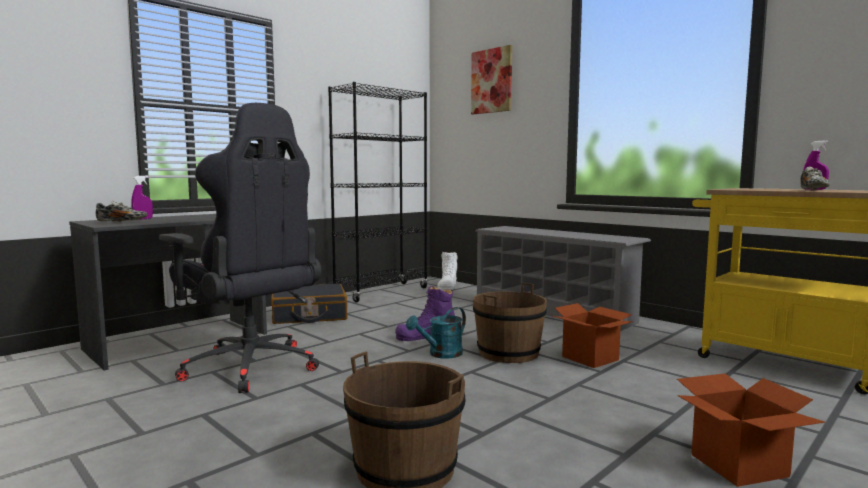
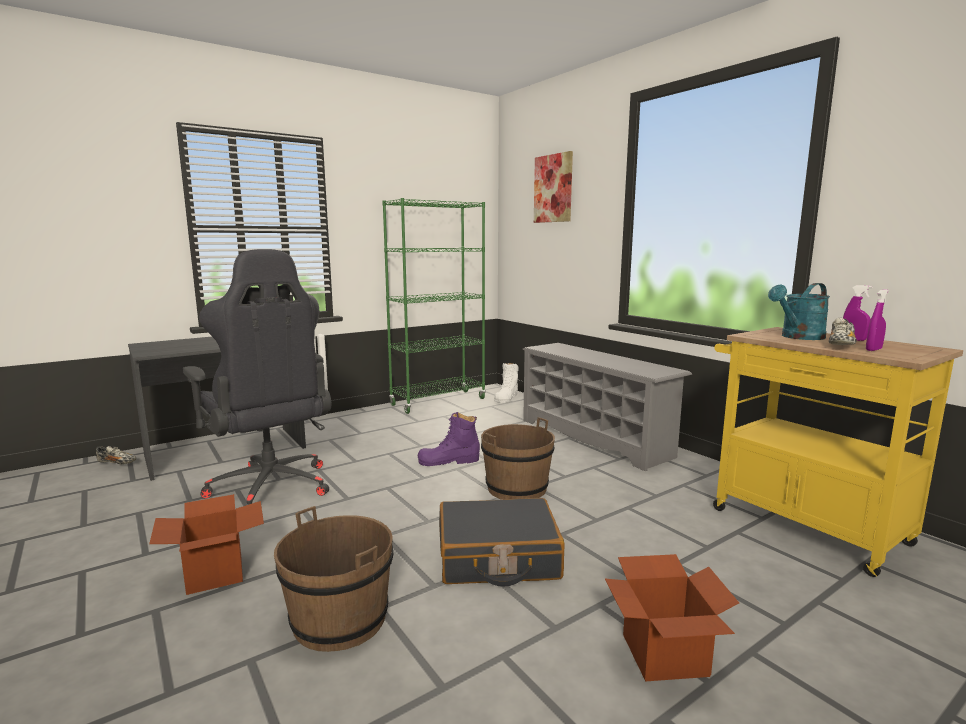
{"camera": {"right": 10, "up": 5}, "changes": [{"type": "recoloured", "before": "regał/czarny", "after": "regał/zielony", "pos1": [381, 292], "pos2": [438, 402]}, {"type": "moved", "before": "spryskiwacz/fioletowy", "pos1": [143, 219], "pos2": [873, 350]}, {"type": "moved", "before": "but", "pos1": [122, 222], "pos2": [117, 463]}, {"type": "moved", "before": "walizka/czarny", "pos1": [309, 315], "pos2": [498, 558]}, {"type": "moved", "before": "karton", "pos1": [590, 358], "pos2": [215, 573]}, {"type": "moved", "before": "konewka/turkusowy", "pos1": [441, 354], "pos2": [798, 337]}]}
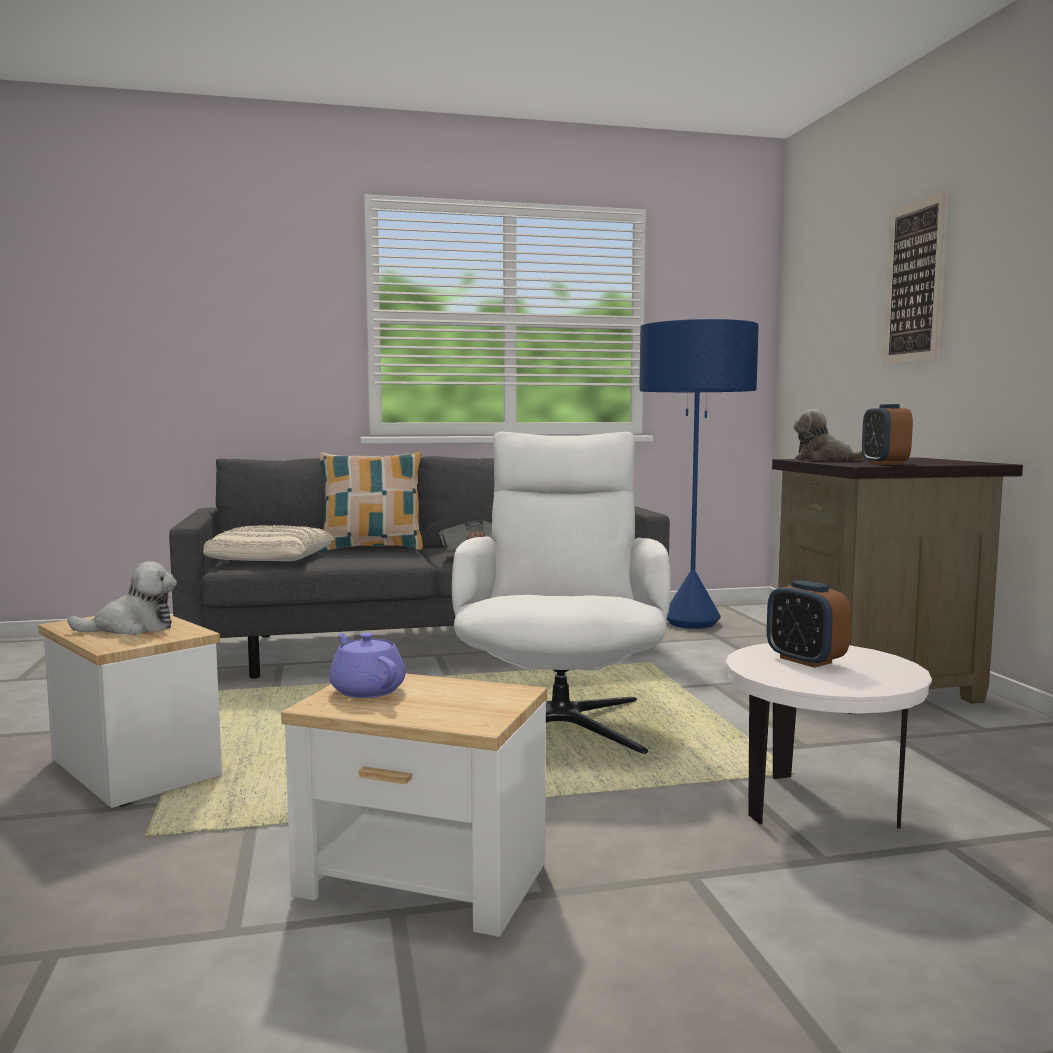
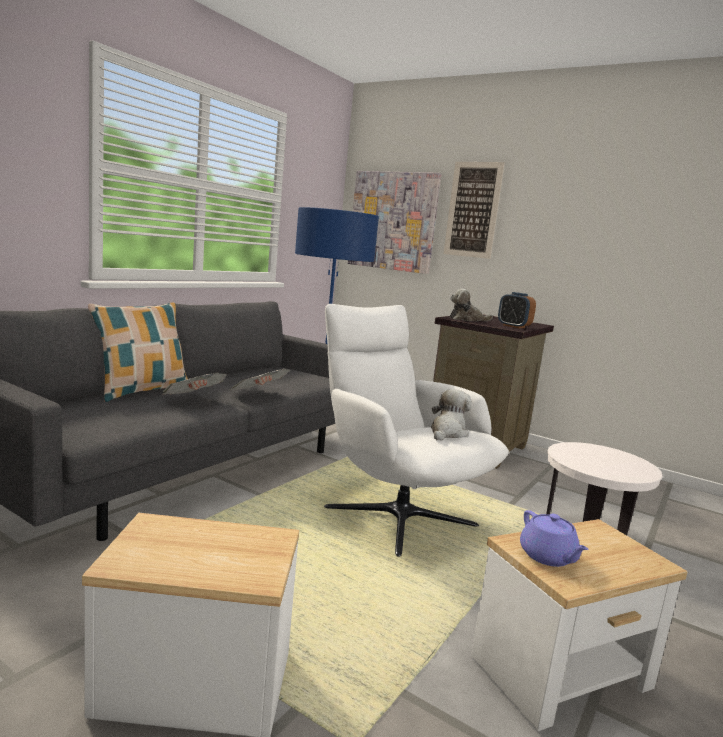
{"camera": {"right": -45, "up": 5}, "changes": [{"type": "removed", "before": "poduszka/beżowy", "pos1": [271, 559]}, {"type": "moved", "before": "pluszak", "pos1": [132, 628], "pos2": [447, 433]}, {"type": "removed", "before": "budzik", "pos1": [805, 660]}, {"type": "turned", "before": "imbryk/fioletowy", "pos1": [366, 690], "pos2": [548, 557], "turn": -120}, {"type": "added", "after": "obraz", "pos2": [393, 221]}, {"type": "added", "after": "gazeta", "pos2": [193, 401]}]}
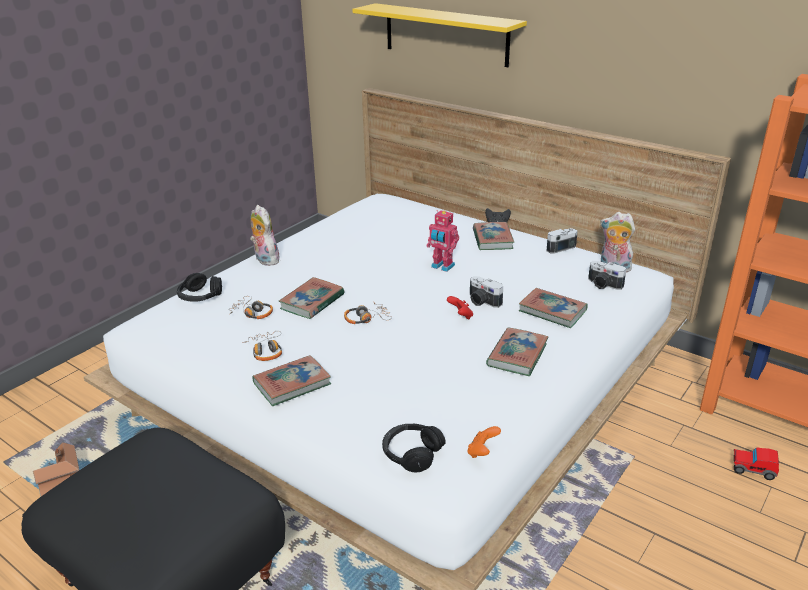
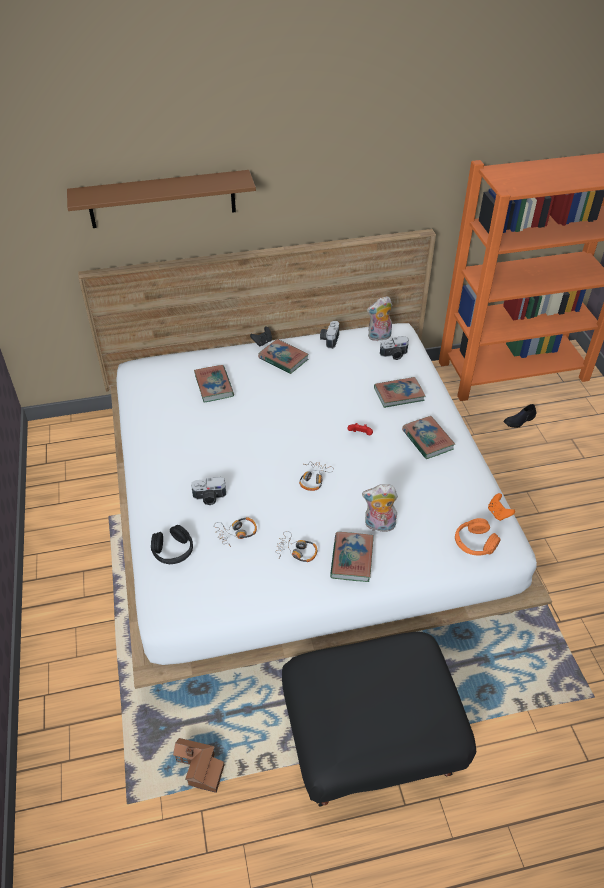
{"camera": {"right": -50, "up": 15}, "changes": [{"type": "recoloured", "before": "półka/żółty", "after": "półka/brązowy", "pos1": [445, 34], "pos2": [162, 199]}, {"type": "moved", "before": "pluszak", "pos1": [265, 260], "pos2": [379, 526]}, {"type": "removed", "before": "robot zabawkowy", "pos1": [442, 266]}, {"type": "moved", "before": "aparat fotograficzny", "pos1": [482, 302], "pos2": [209, 498]}, {"type": "moved", "before": "książka", "pos1": [312, 302], "pos2": [214, 386]}, {"type": "recoloured", "before": "słuchawki/czarny", "after": "słuchawki/pomarańczowy", "pos1": [411, 453], "pos2": [474, 543]}, {"type": "replaced", "before": "samochodzik", "after": "but/czarny", "pos1": [752, 470], "pos2": [519, 420]}]}
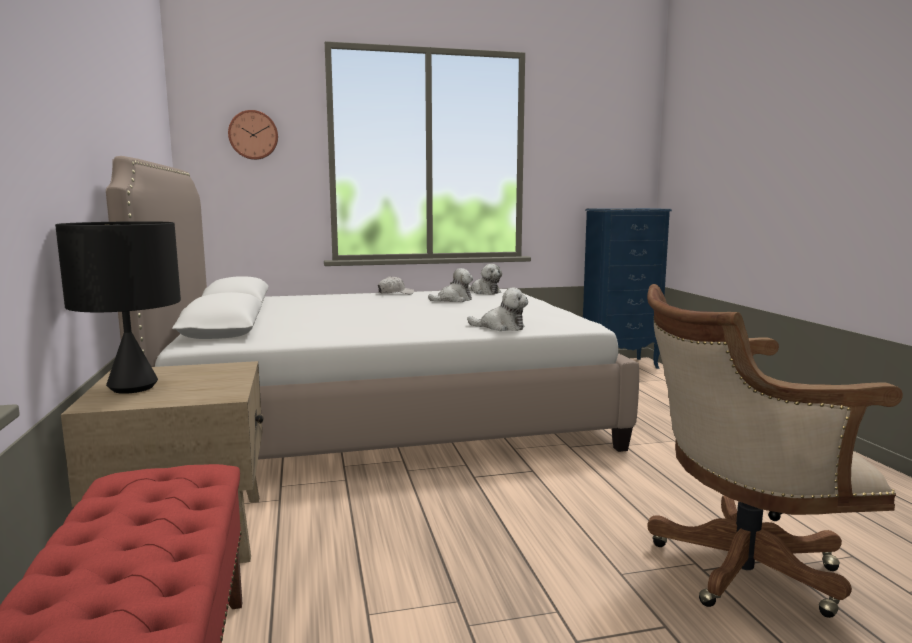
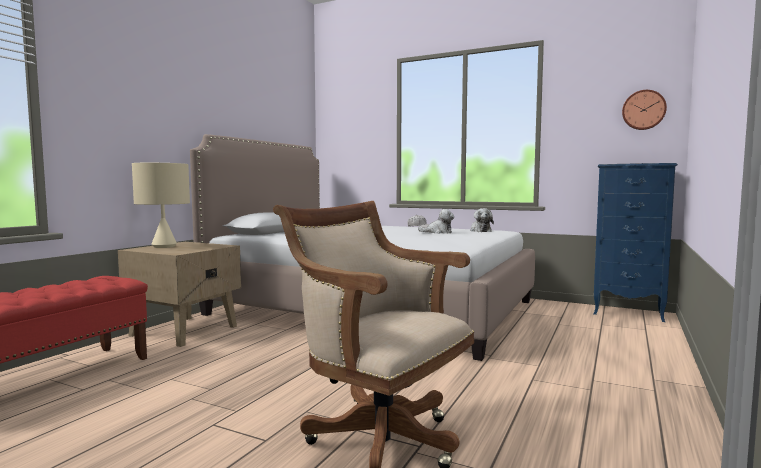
{"camera": {"right": 40, "up": -5}, "changes": [{"type": "moved", "before": "zegar ścienny", "pos1": [253, 135], "pos2": [643, 110]}, {"type": "recoloured", "before": "lampa stołowa/czarny", "after": "lampa stołowa/beżowy", "pos1": [133, 388], "pos2": [164, 247]}, {"type": "removed", "before": "pluszak", "pos1": [501, 327]}]}
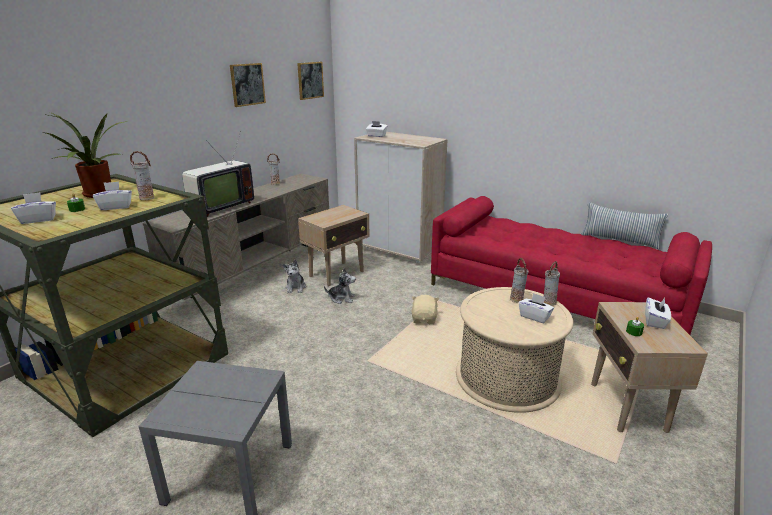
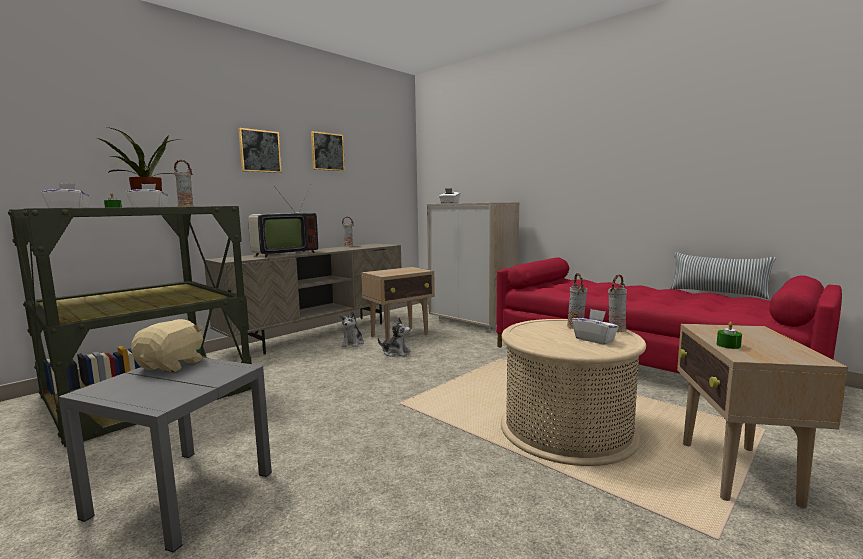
{"camera": {"right": 10, "up": -15}, "changes": [{"type": "moved", "before": "obraz", "pos1": [310, 80], "pos2": [260, 151]}, {"type": "moved", "before": "pluszak/beżowy", "pos1": [424, 319], "pos2": [172, 365]}, {"type": "removed", "before": "pudełko chusteczek/biały", "pos1": [655, 321]}]}
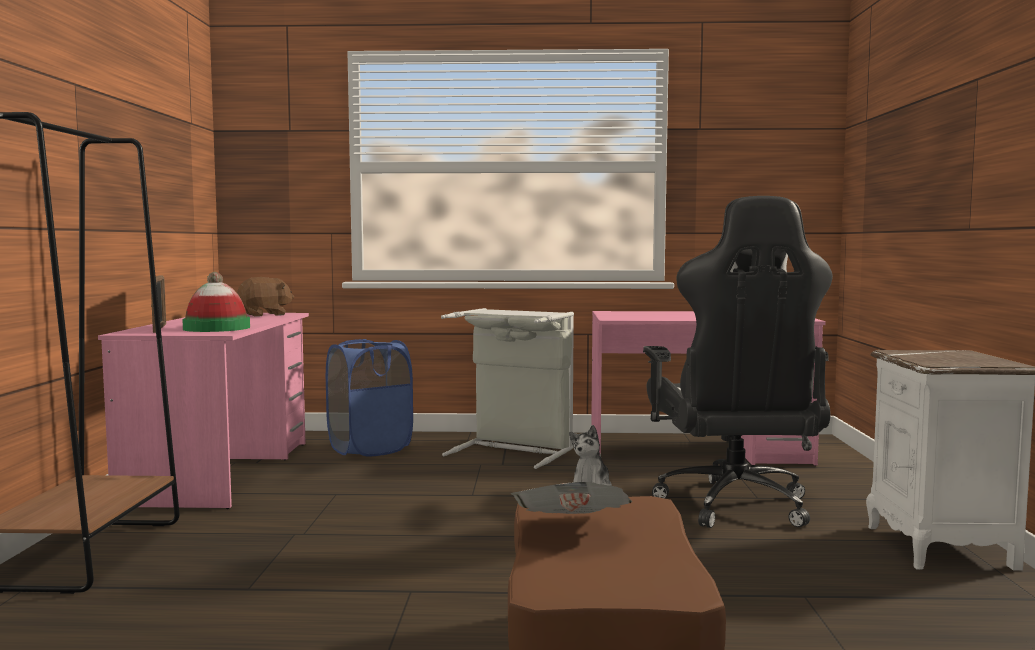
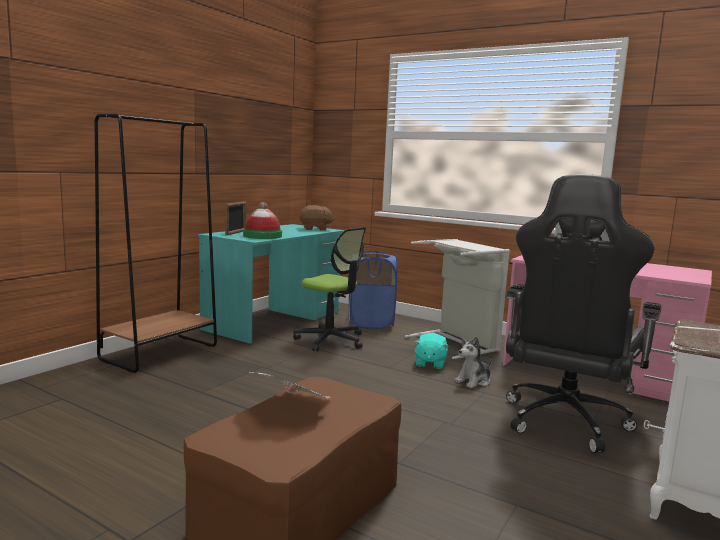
{"camera": {"right": 30, "up": 5}, "changes": [{"type": "recoloured", "before": "biurko/różowy", "after": "biurko/turkusowy", "pos1": [221, 472], "pos2": [274, 321]}, {"type": "added", "after": "krzesło biurowe", "pos2": [330, 340]}, {"type": "added", "after": "pluszak/turkusowy", "pos2": [430, 363]}]}
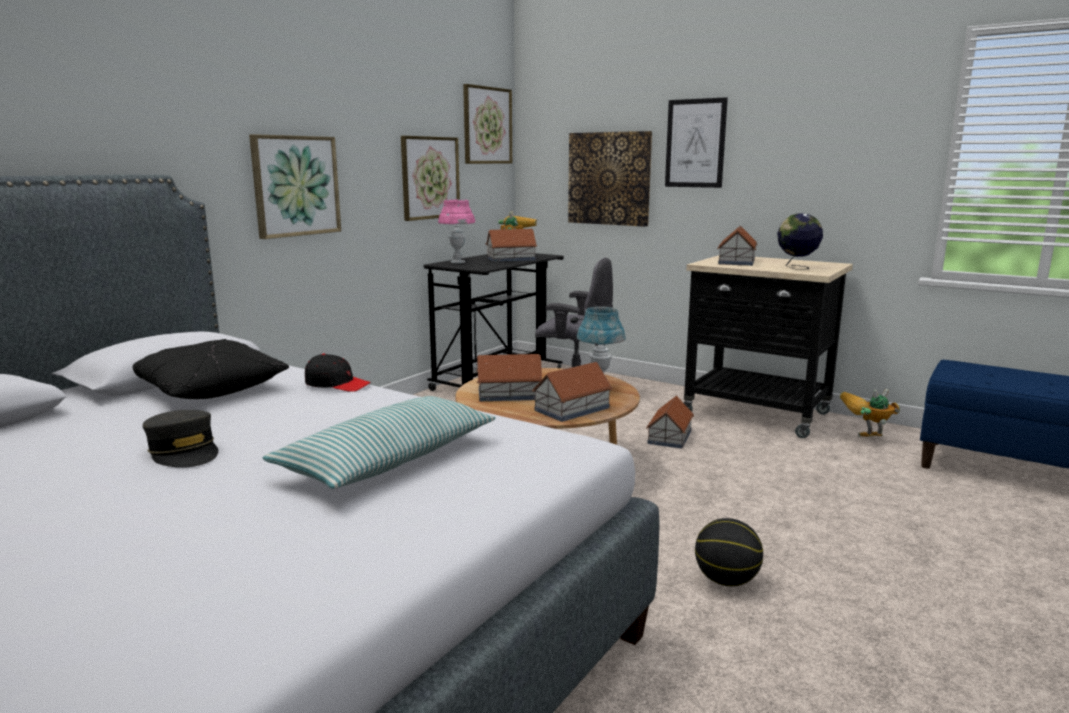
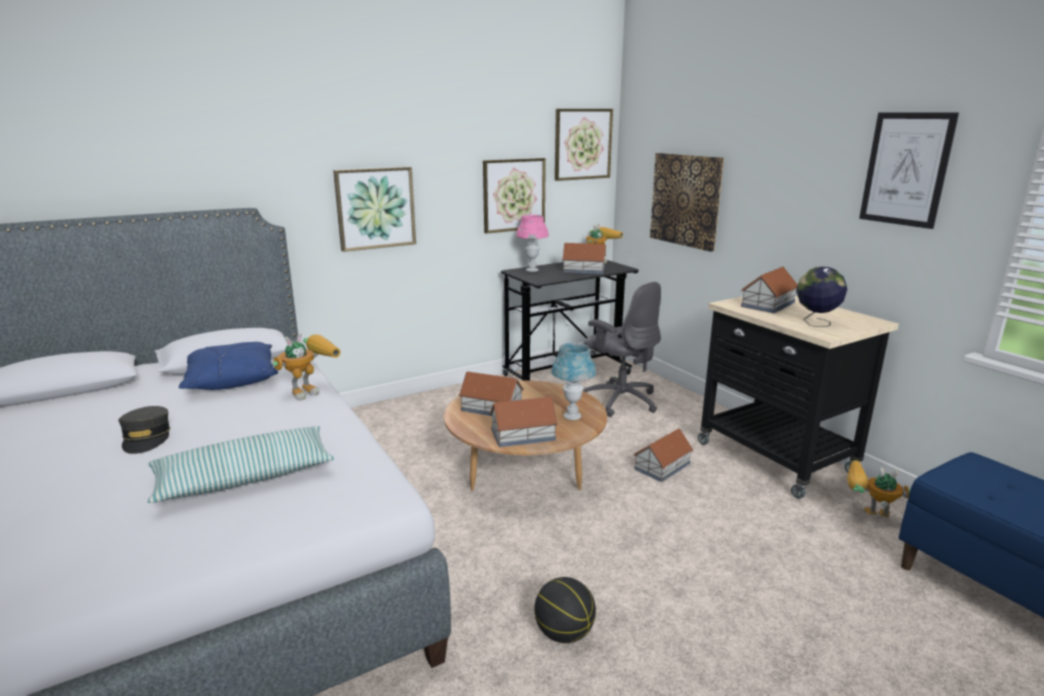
{"camera": {"right": 25, "up": 5}, "changes": [{"type": "moved", "before": "obraz", "pos1": [695, 143], "pos2": [906, 169]}, {"type": "recoloured", "before": "poduszka/czarny", "after": "poduszka/niebieski", "pos1": [208, 390], "pos2": [231, 379]}, {"type": "replaced", "before": "czapka z daszkiem/czarny", "after": "robot zabawkowy", "pos1": [337, 384], "pos2": [311, 390]}]}
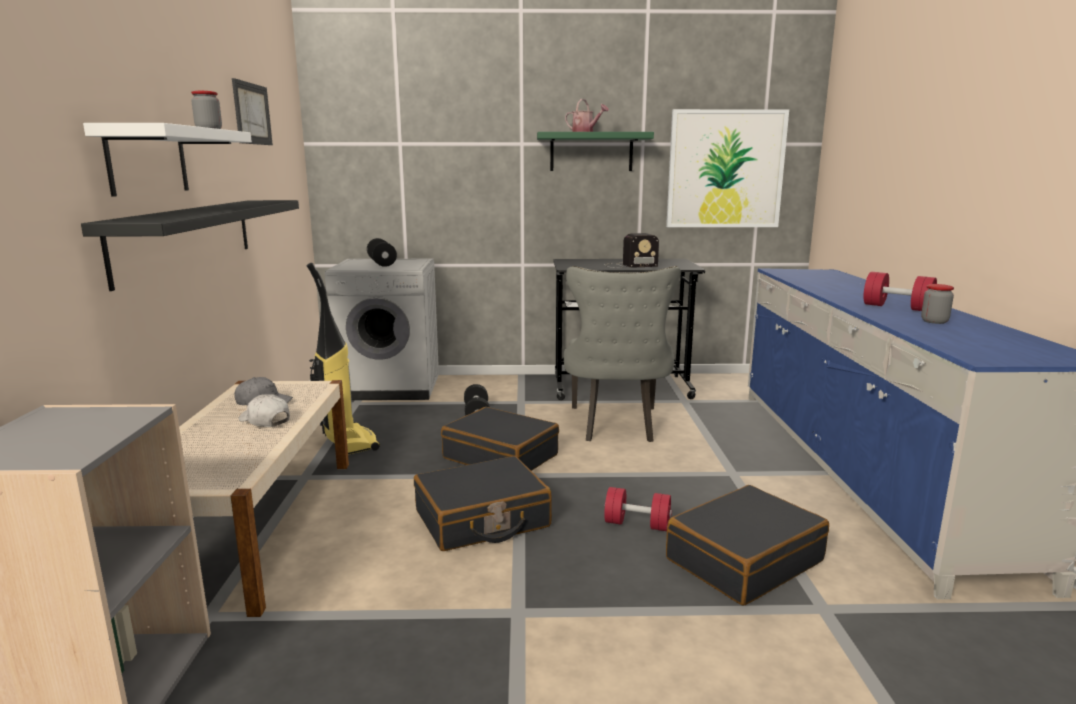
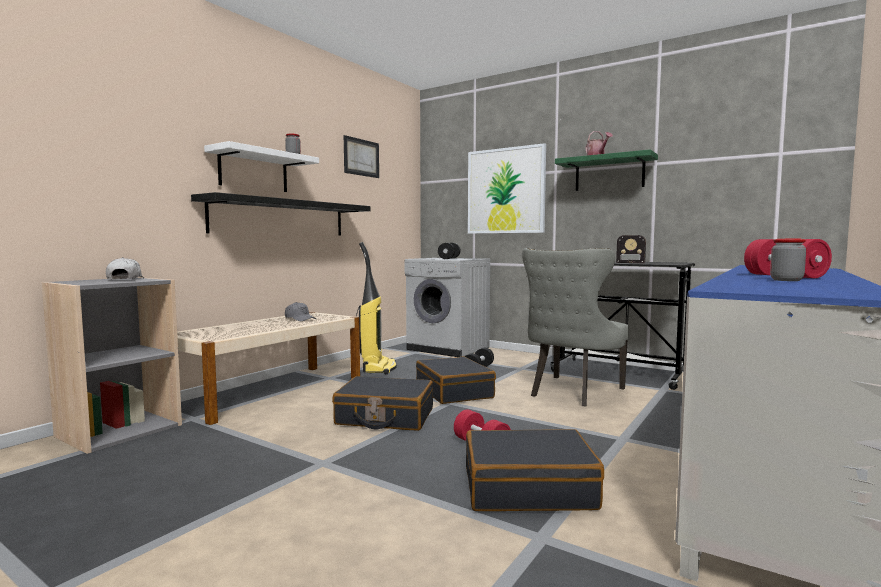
{"camera": {"right": 35, "up": -10}, "changes": [{"type": "moved", "before": "obraz", "pos1": [725, 169], "pos2": [506, 191]}, {"type": "moved", "before": "czapka z daszkiem/biały", "pos1": [265, 420], "pos2": [125, 279]}]}
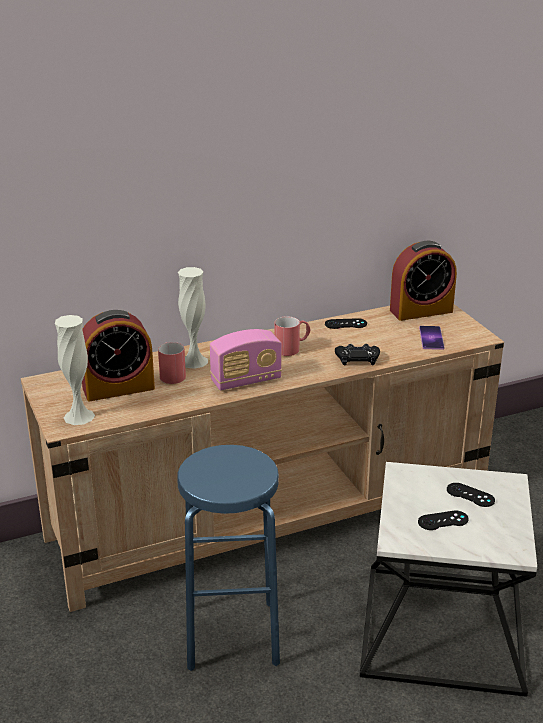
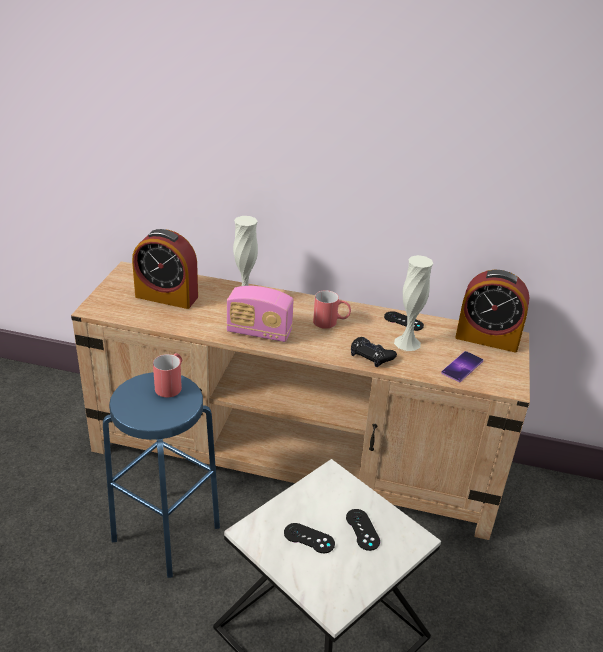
{"camera": {"right": 35, "up": 5}, "changes": [{"type": "moved", "before": "wazon/biały", "pos1": [79, 416], "pos2": [407, 343]}, {"type": "moved", "before": "kubek/czerwony", "pos1": [170, 374], "pos2": [171, 385]}]}
